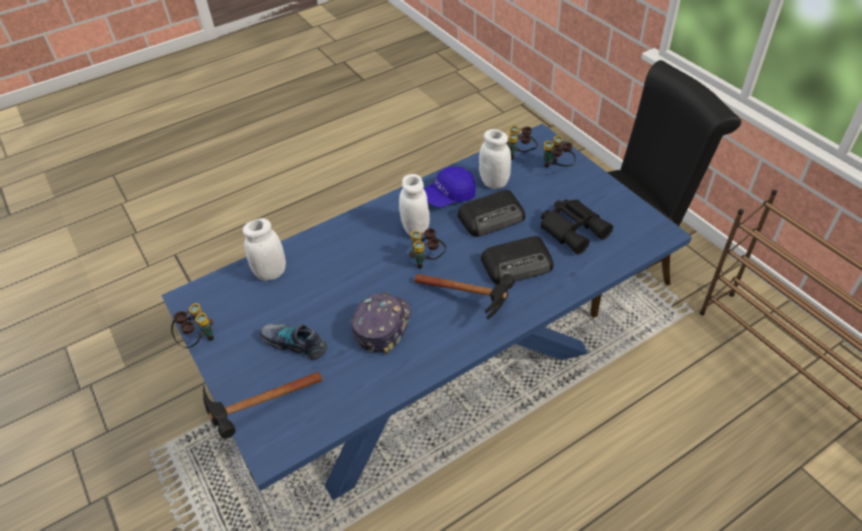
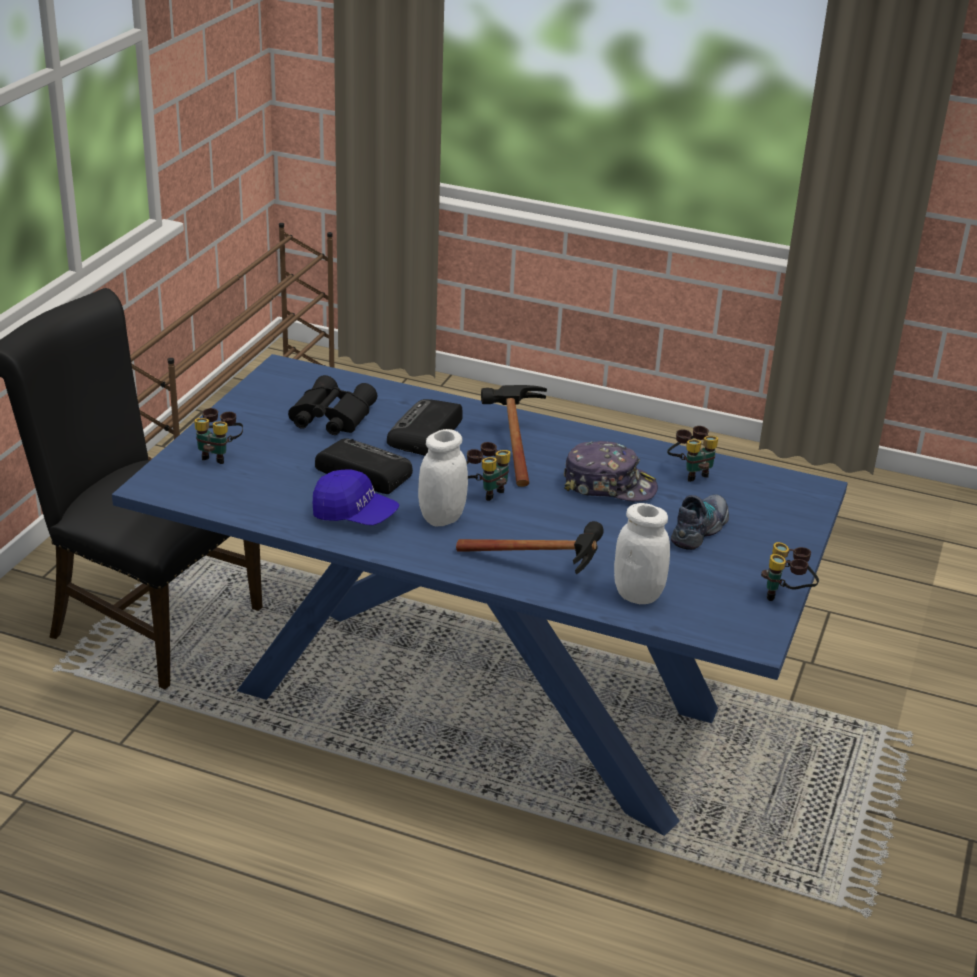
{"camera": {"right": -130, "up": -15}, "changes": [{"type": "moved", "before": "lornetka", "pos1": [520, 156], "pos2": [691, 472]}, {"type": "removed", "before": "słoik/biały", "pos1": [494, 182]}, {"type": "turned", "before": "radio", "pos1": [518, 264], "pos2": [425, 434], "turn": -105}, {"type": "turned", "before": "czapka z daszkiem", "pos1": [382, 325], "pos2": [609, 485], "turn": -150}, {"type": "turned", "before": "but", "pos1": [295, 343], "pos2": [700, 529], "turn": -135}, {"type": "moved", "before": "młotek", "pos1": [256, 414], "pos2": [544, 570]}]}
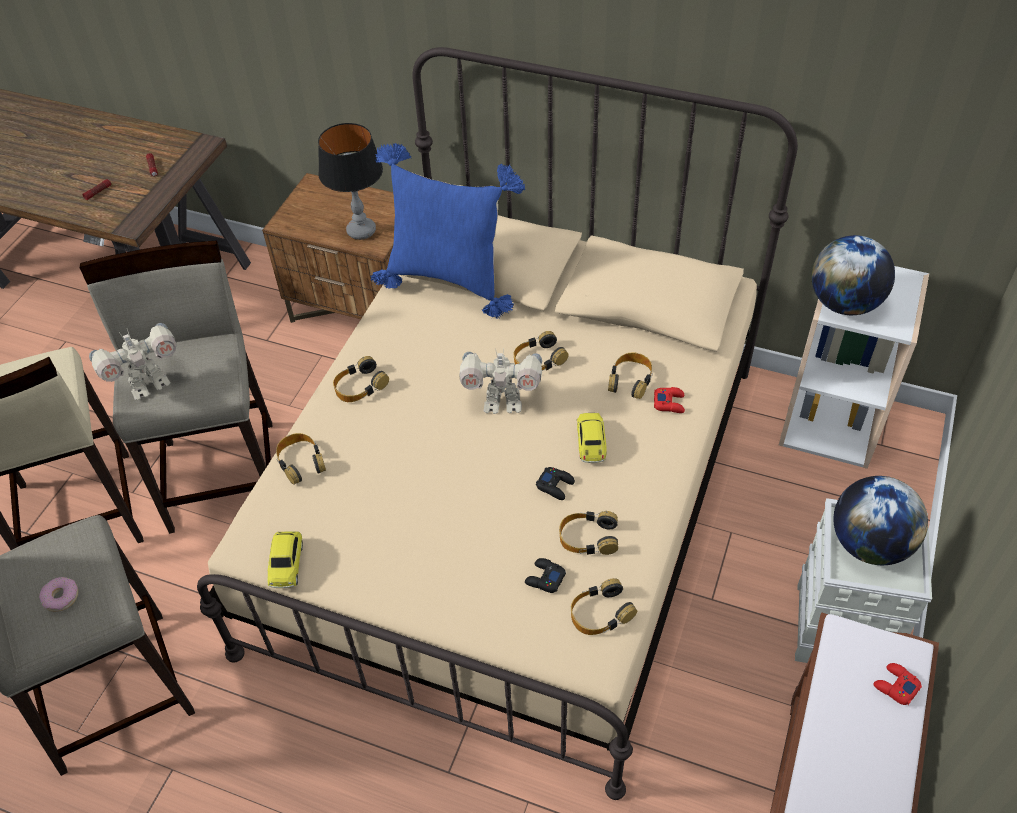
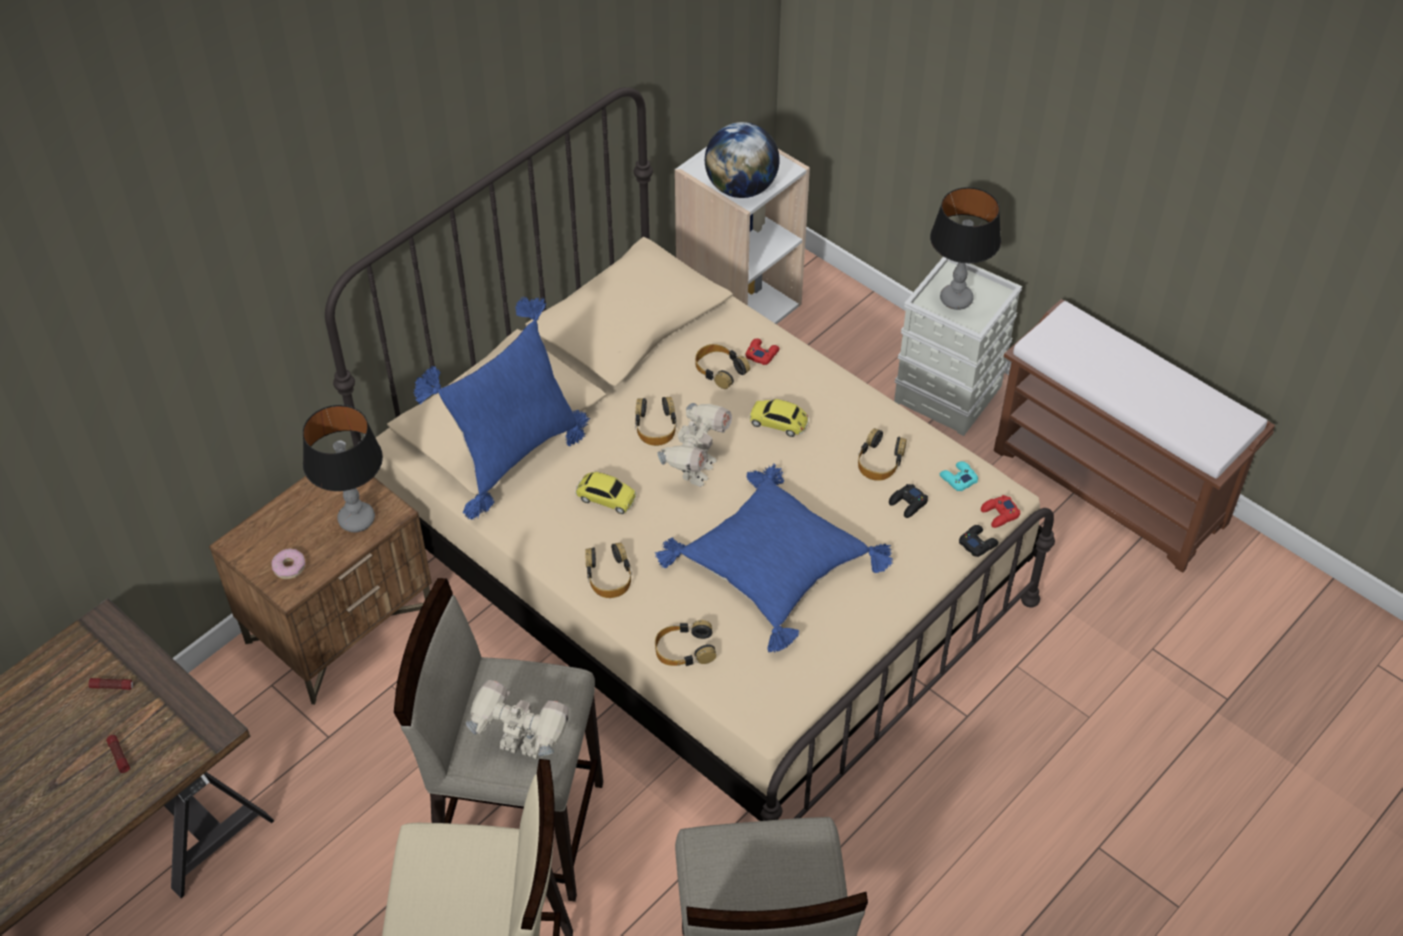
{"camera": {"right": -70, "up": 0}, "changes": [{"type": "turned", "before": "robot zabawkowy", "pos1": [148, 385], "pos2": [522, 749], "turn": -60}, {"type": "moved", "before": "pad do gier/czarny", "pos1": [555, 485], "pos2": [977, 543]}, {"type": "replaced", "before": "globus", "after": "lampa stołowa", "pos1": [869, 544], "pos2": [955, 299]}, {"type": "moved", "before": "samochodzik", "pos1": [287, 563], "pos2": [606, 498]}, {"type": "moved", "before": "donut", "pos1": [61, 597], "pos2": [289, 567]}, {"type": "replaced", "before": "słuchawki", "after": "pad do gier/turkusowy", "pos1": [600, 613], "pos2": [958, 479]}, {"type": "moved", "before": "pad do gier/czerwony", "pos1": [895, 686], "pos2": [999, 514]}, {"type": "added", "after": "poduszka/niebieski", "pos2": [773, 562]}]}
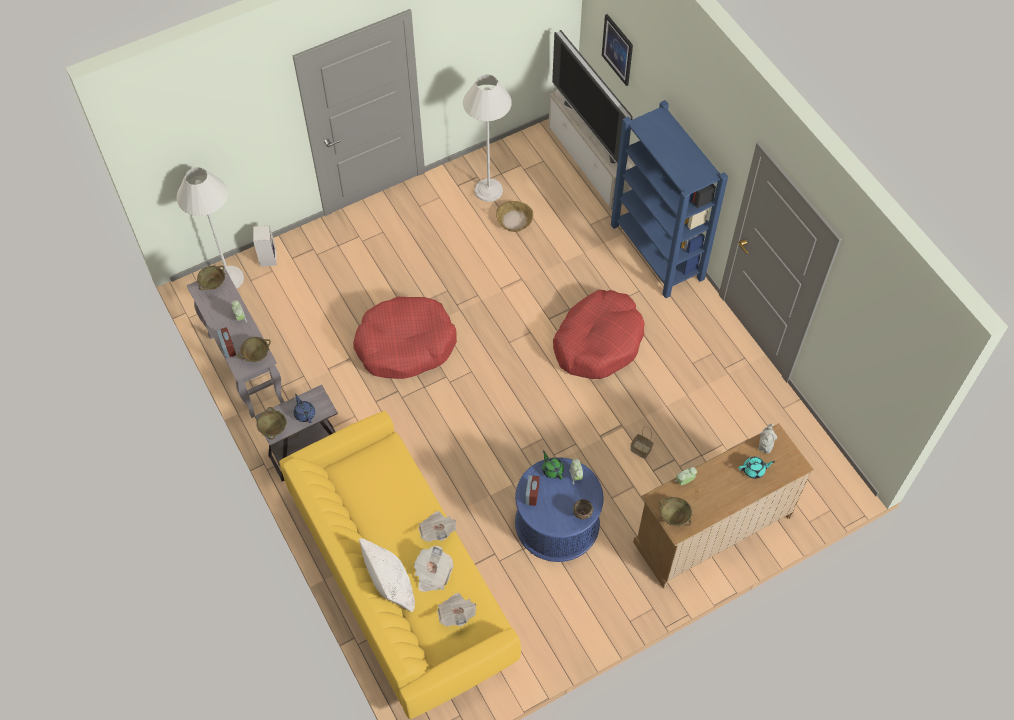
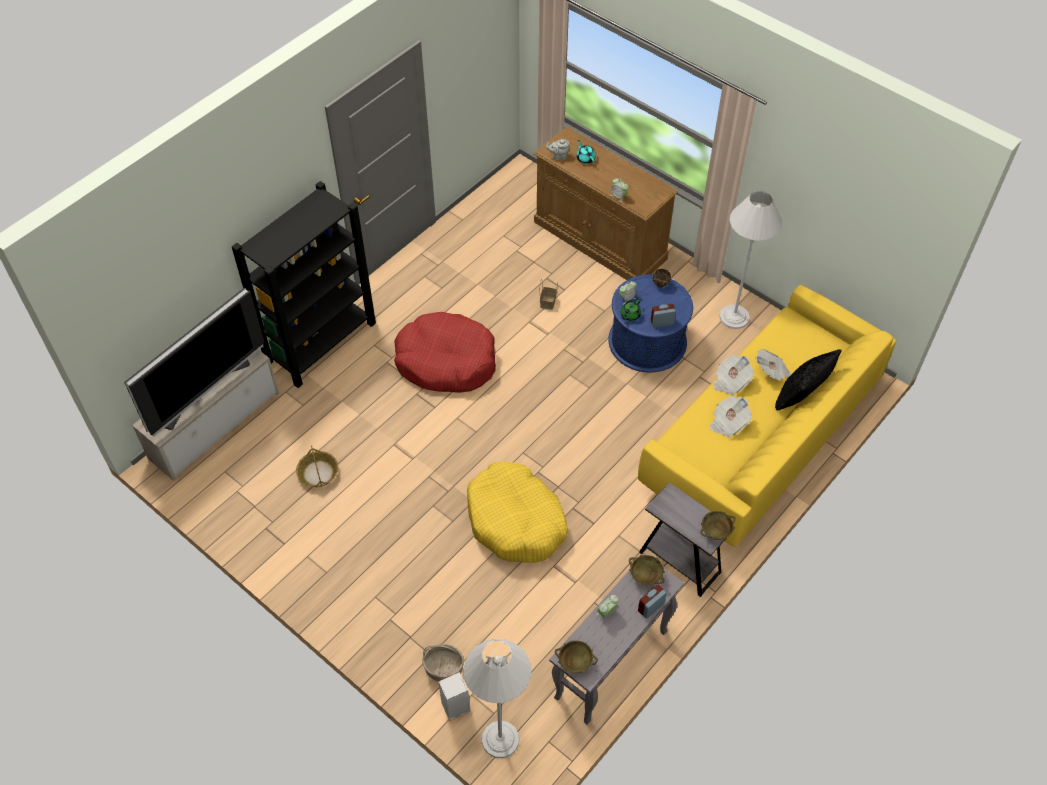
{"camera": {"right": -110, "up": -5}, "changes": [{"type": "removed", "before": "obraz", "pos1": [617, 49]}, {"type": "moved", "before": "lampa stojąca/biały", "pos1": [488, 190], "pos2": [734, 317]}, {"type": "recoloured", "before": "regał/niebieski", "after": "regał/czarny", "pos1": [657, 251], "pos2": [320, 342]}, {"type": "recoloured", "before": "legowisko/czerwony", "after": "legowisko/żółty", "pos1": [405, 345], "pos2": [516, 520]}, {"type": "removed", "before": "imbryk/niebieski", "pos1": [304, 413]}, {"type": "removed", "before": "miska/beżowy", "pos1": [674, 516]}, {"type": "recoloured", "before": "poduszka/biały", "after": "poduszka/czarny", "pos1": [391, 586], "pos2": [800, 398]}, {"type": "moved", "before": "gazeta", "pos1": [456, 613], "pos2": [728, 423]}, {"type": "added", "after": "koszyk", "pos2": [443, 668]}]}
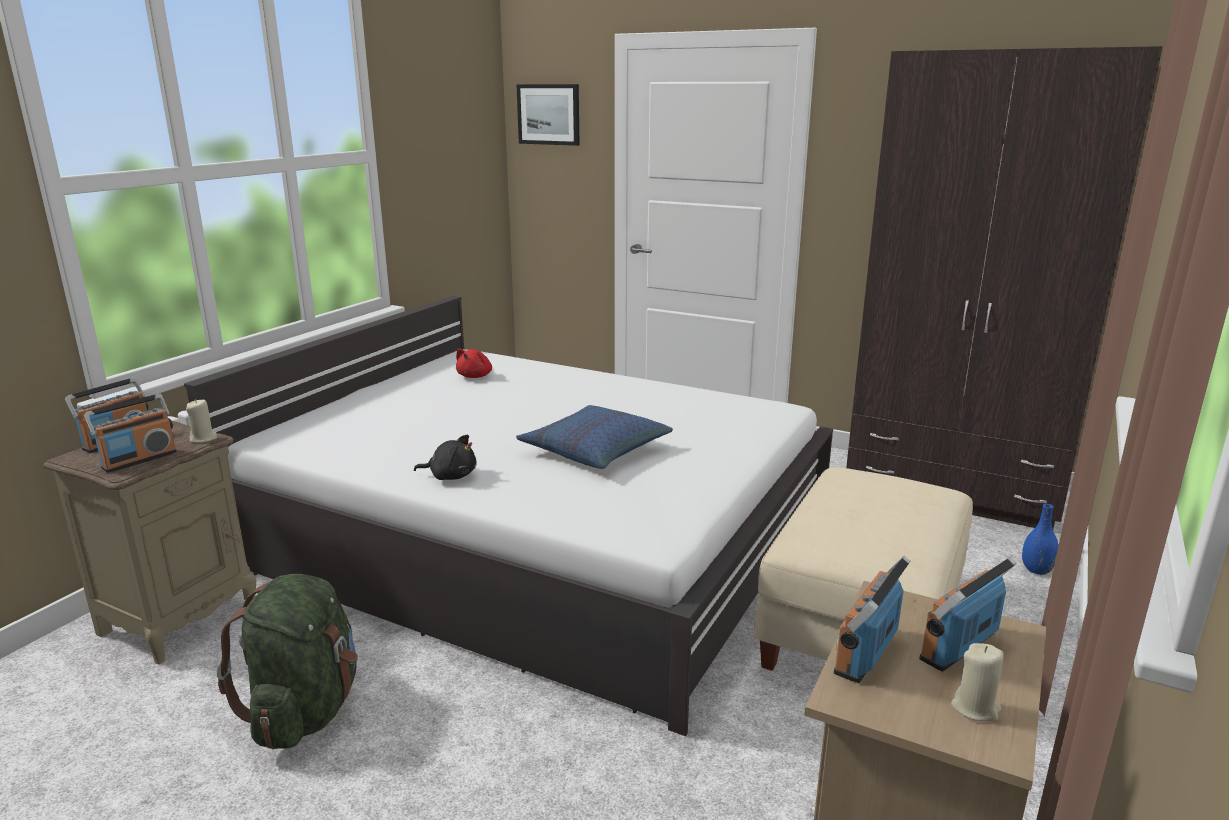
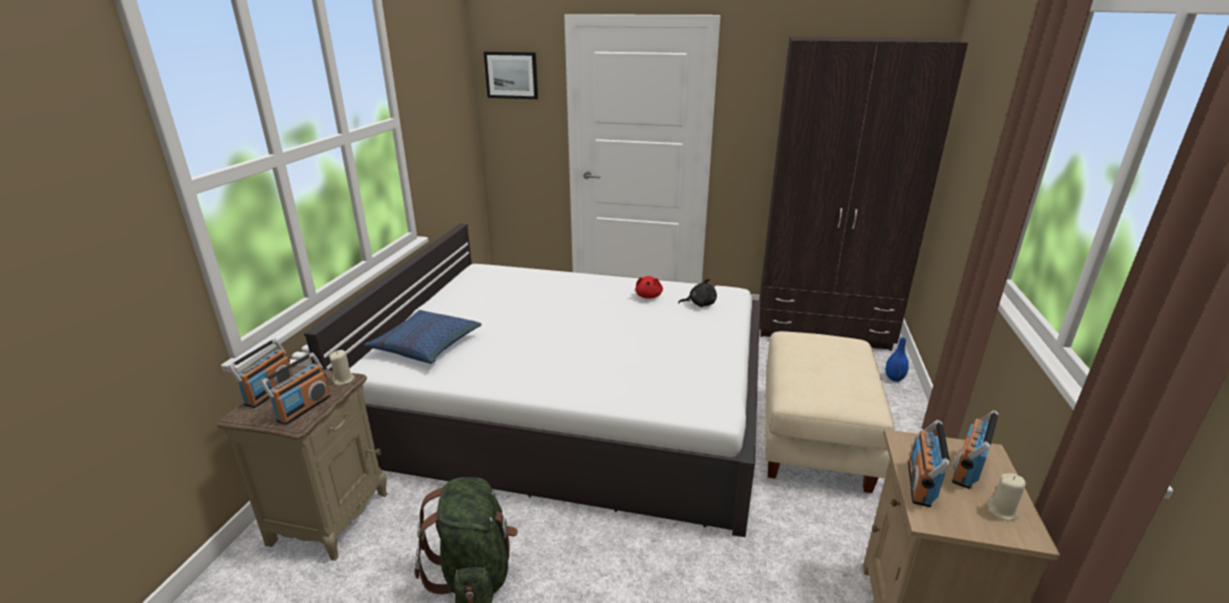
{"camera": {"right": -15, "up": 5}, "changes": [{"type": "moved", "before": "pluszak/czerwony", "pos1": [475, 376], "pos2": [649, 296]}, {"type": "moved", "before": "poduszka/niebieski", "pos1": [595, 450], "pos2": [426, 346]}, {"type": "moved", "before": "pluszak/czarny", "pos1": [450, 476], "pos2": [700, 304]}]}
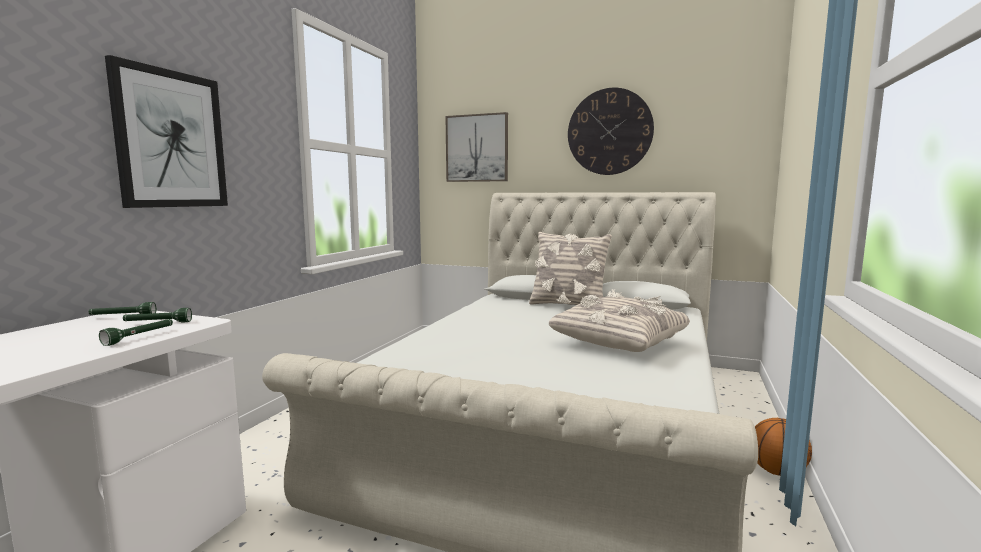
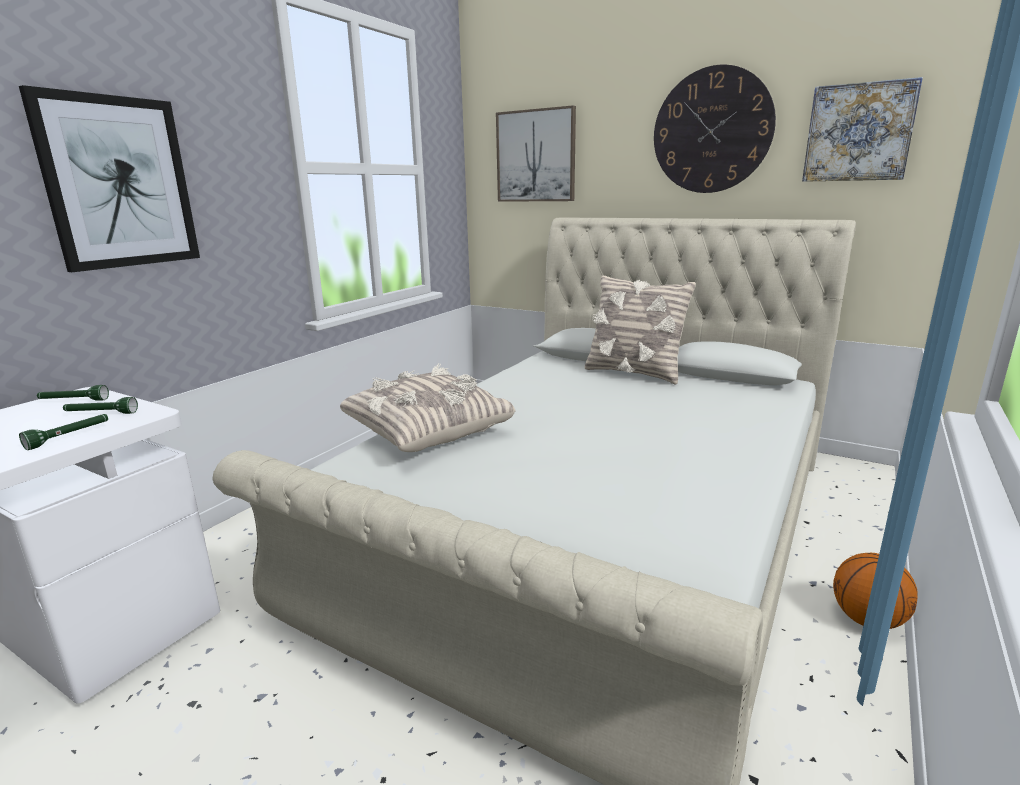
{"camera": {"right": 10, "up": 10}, "changes": [{"type": "moved", "before": "poduszka/beżowy", "pos1": [618, 344], "pos2": [428, 434]}, {"type": "added", "after": "obraz", "pos2": [858, 133]}]}
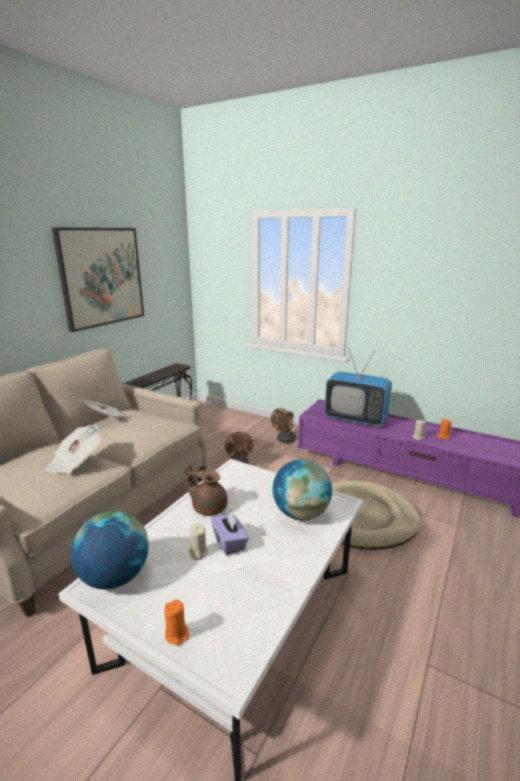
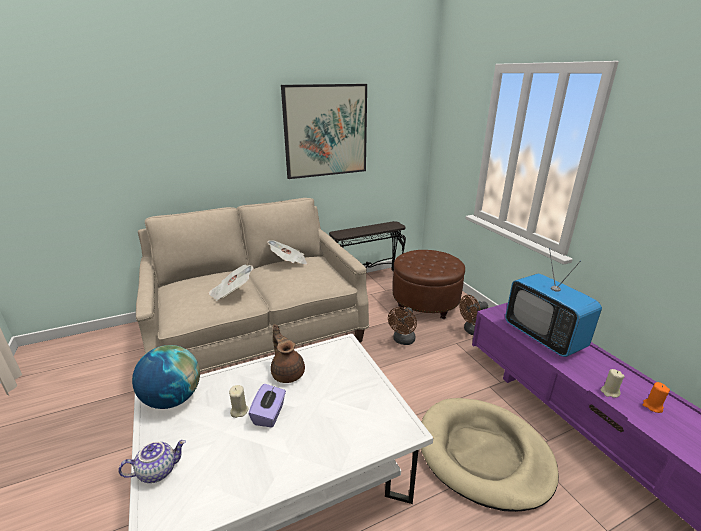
{"camera": {"right": 35, "up": 5}, "changes": [{"type": "removed", "before": "globus", "pos1": [301, 513]}, {"type": "replaced", "before": "świeca/pomarańczowy", "after": "imbryk", "pos1": [177, 634], "pos2": [158, 470]}, {"type": "added", "after": "pufa/brązowy", "pos2": [425, 303]}]}
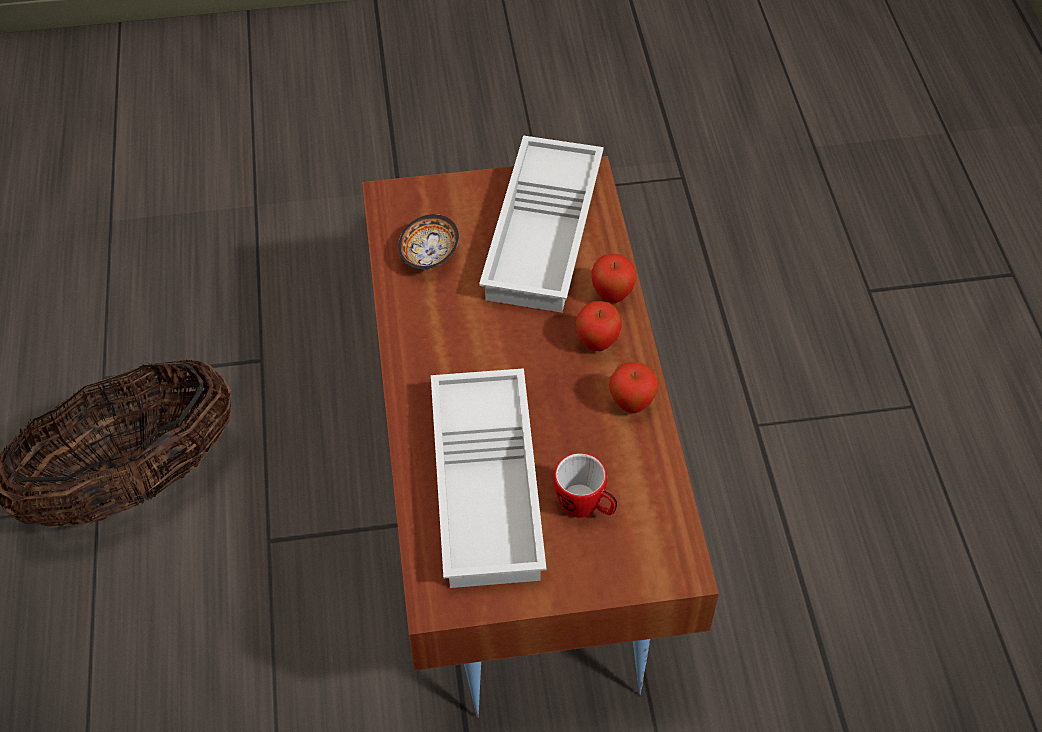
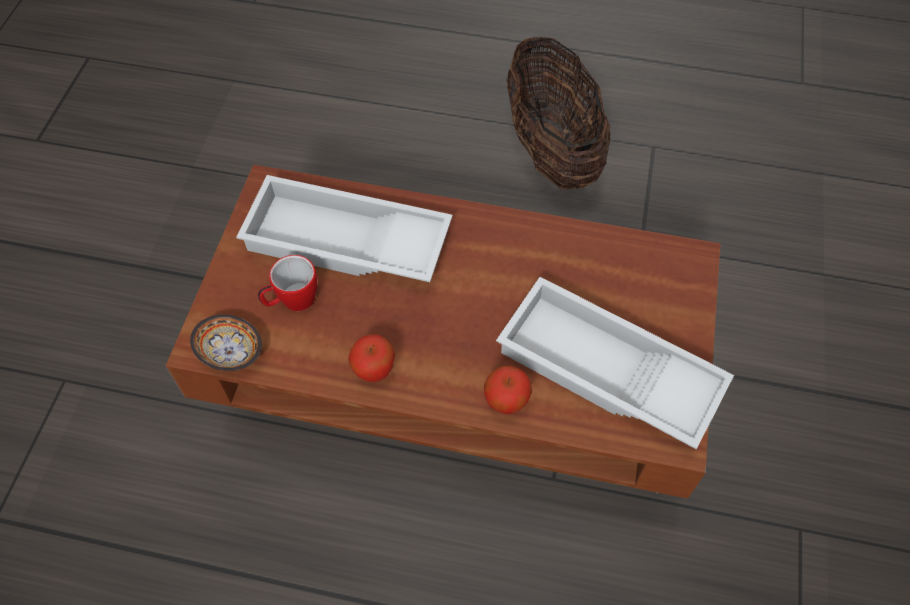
{"camera": {"right": 110, "up": 5}, "changes": [{"type": "moved", "before": "miska", "pos1": [429, 254], "pos2": [230, 352]}, {"type": "removed", "before": "jabłko", "pos1": [597, 343]}]}
